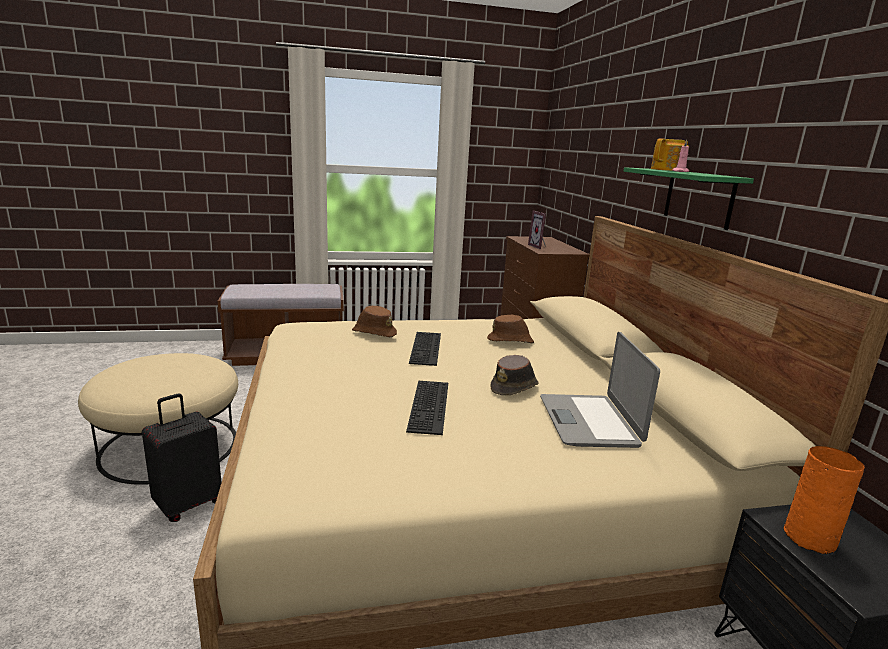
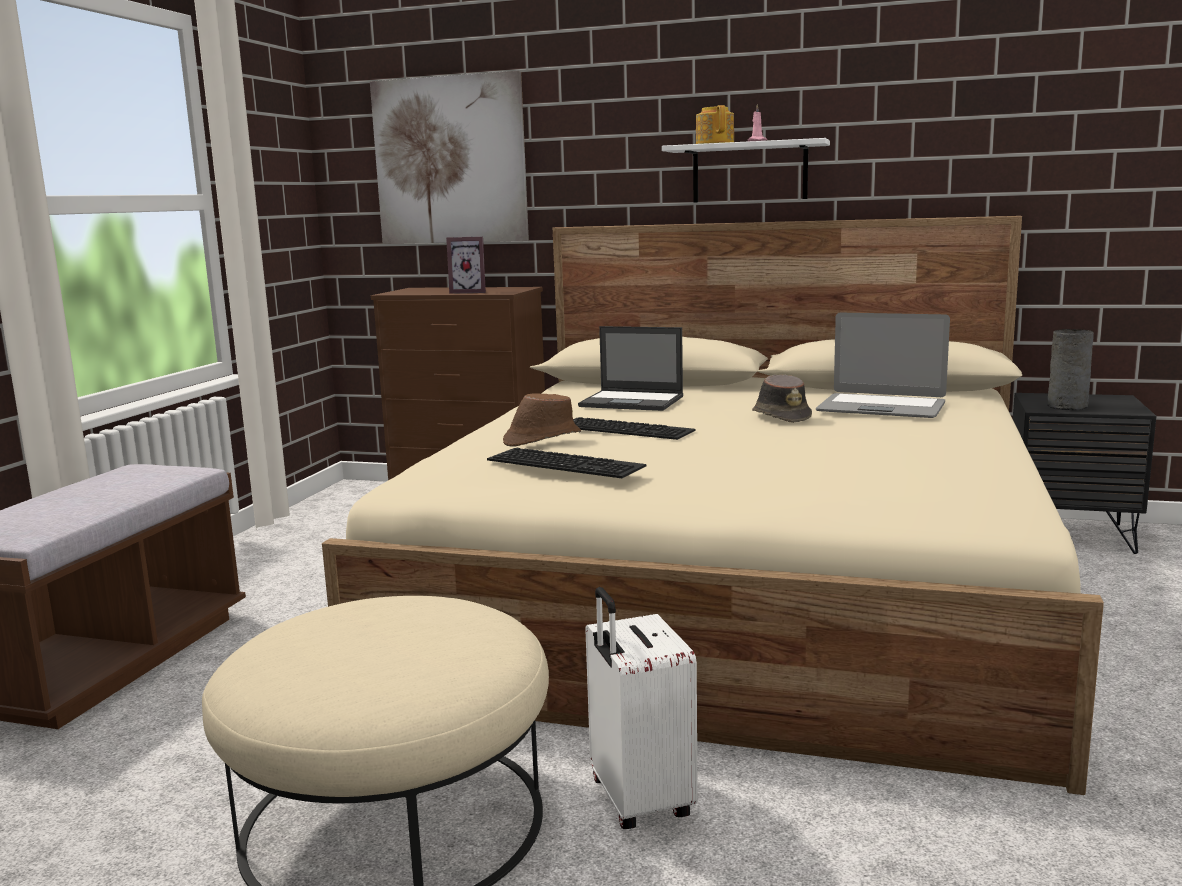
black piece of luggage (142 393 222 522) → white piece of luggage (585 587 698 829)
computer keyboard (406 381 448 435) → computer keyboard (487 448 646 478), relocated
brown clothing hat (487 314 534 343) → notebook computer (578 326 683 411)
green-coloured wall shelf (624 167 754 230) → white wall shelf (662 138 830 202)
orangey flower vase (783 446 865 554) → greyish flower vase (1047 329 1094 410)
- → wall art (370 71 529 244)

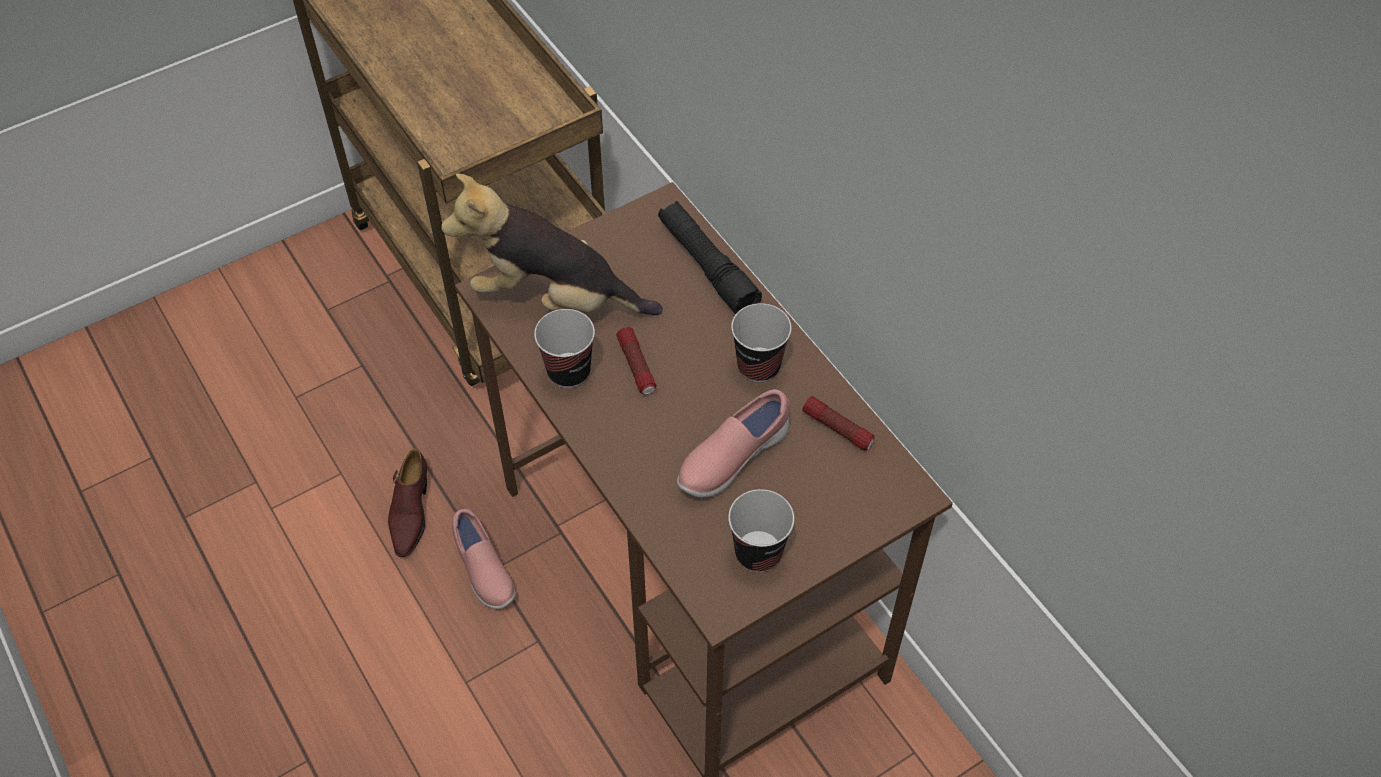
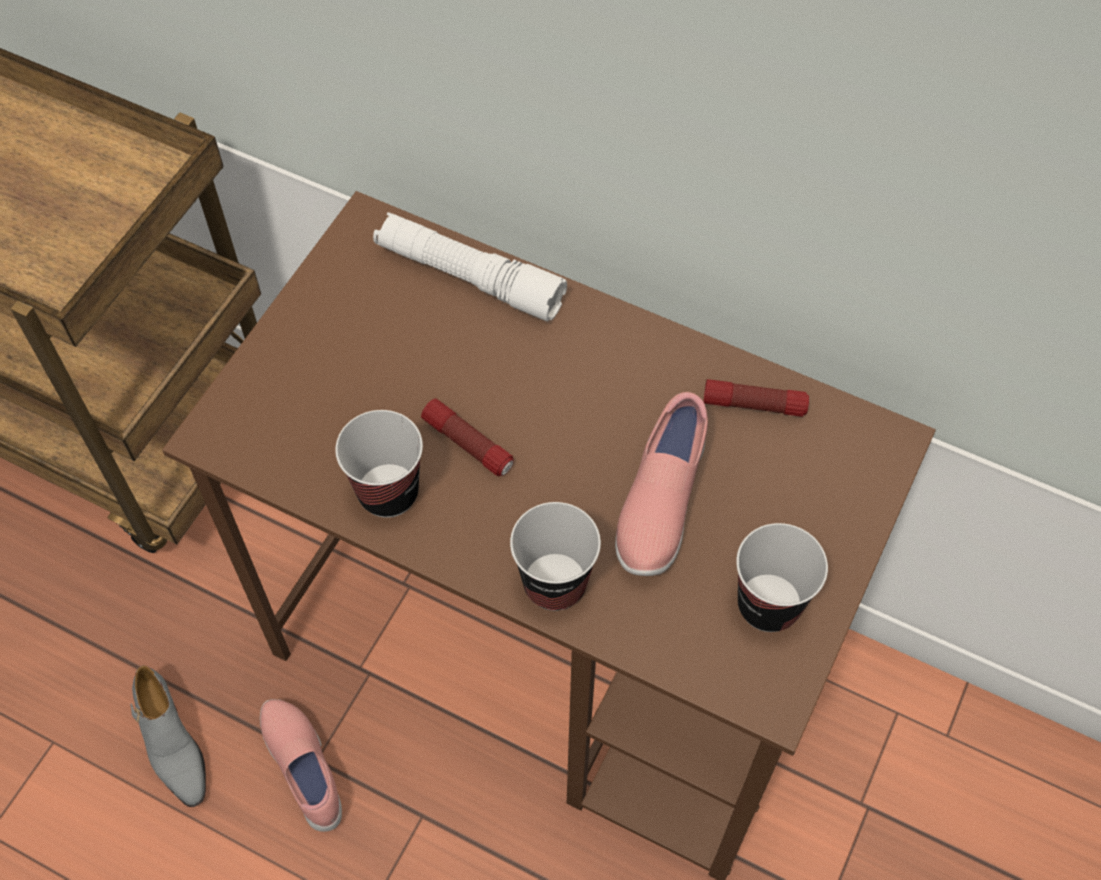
brown item of footwear (388 449 427 557) → greyish item of footwear (130 665 206 807)
plush toy (441 173 663 315) → -
pink item of footwear (452 509 516 609) → pink item of footwear (260 699 342 832), 150 degrees counterclockwise
black flashlight (658 201 762 314) → white flashlight (373 212 567 321)
small cup (731 303 792 382) → small cup (510 502 601 611), relocated

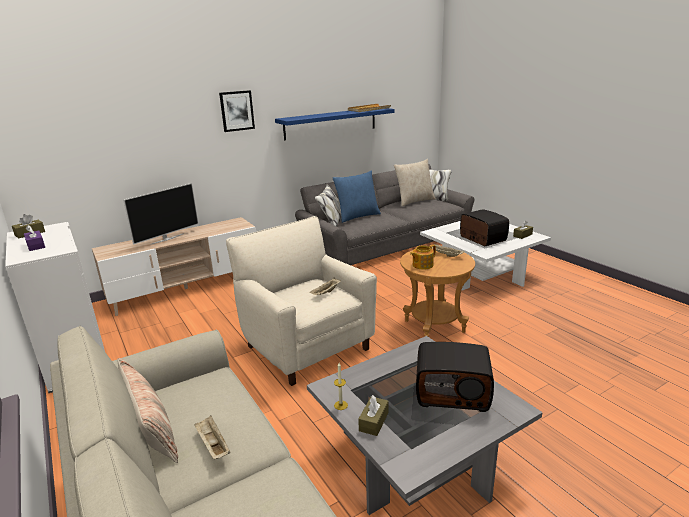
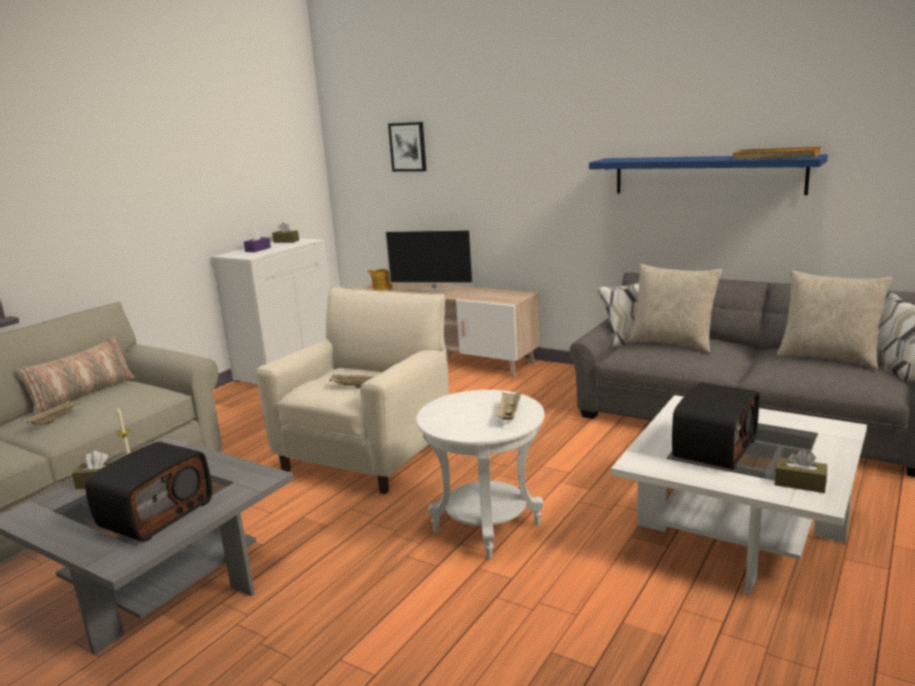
wall art (219 90 255 132) → wall art (388 122 426 172), relocated
blue-coloured throw pillow (333 170 381 223) → beige throw pillow (628 264 722 353)
brown side table (400 250 475 336) → white side table (416 390 545 559)
pot for tea (410 244 436 270) → pot for tea (367 269 393 290), relocated
radio set (416 342 494 412) → radio set (85 442 212 542), 135 degrees counterclockwise

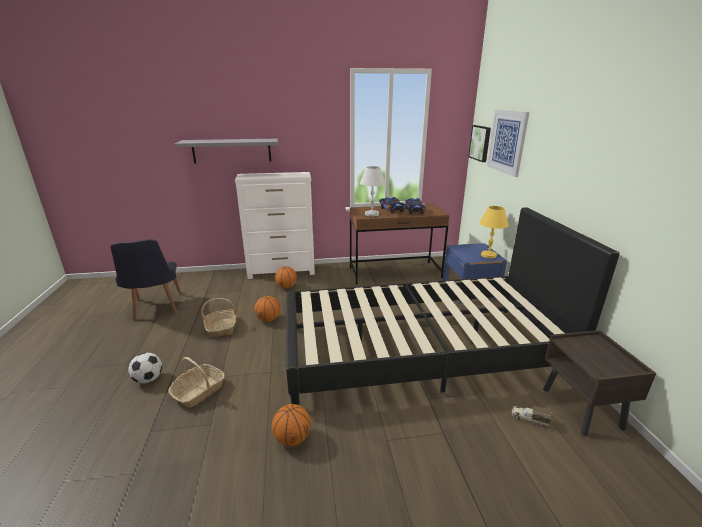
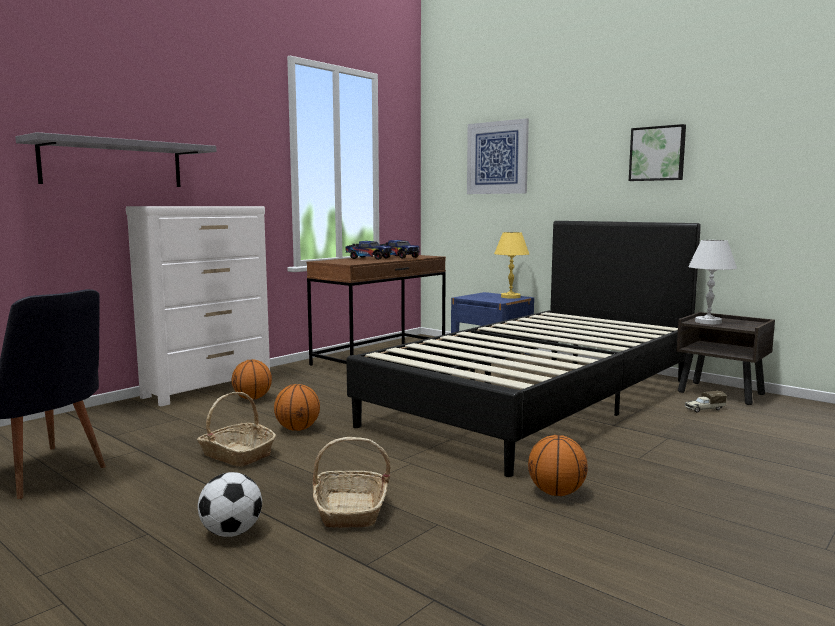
white table lamp (360 166 386 217) → white table lamp (688 240 737 324), relocated
wall art (468 125 491 162) → wall art (629 124 686 181), relocated

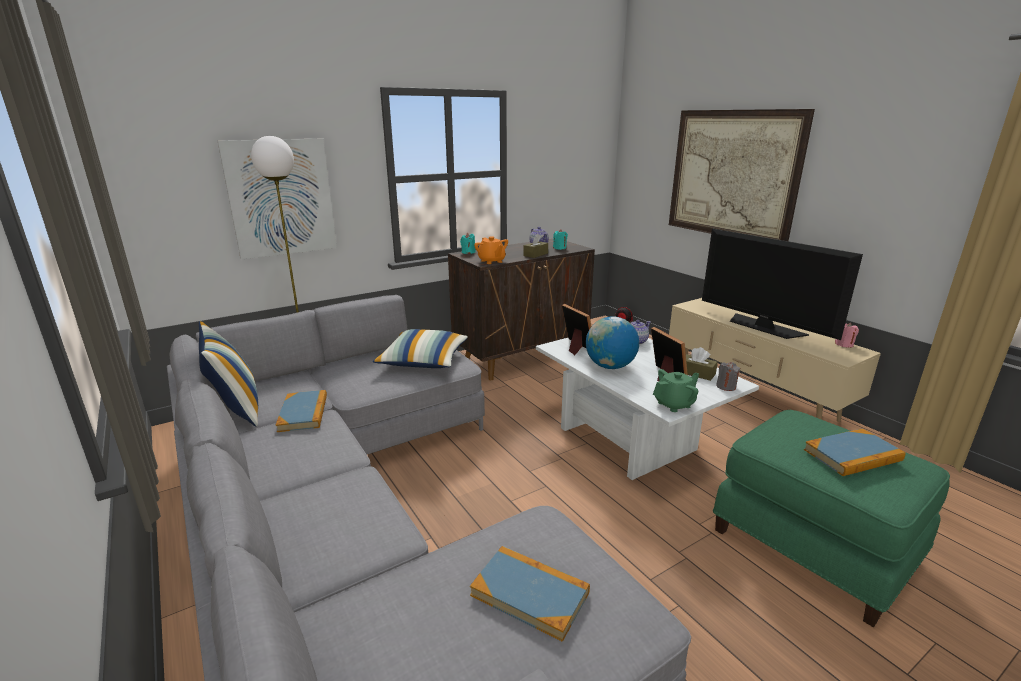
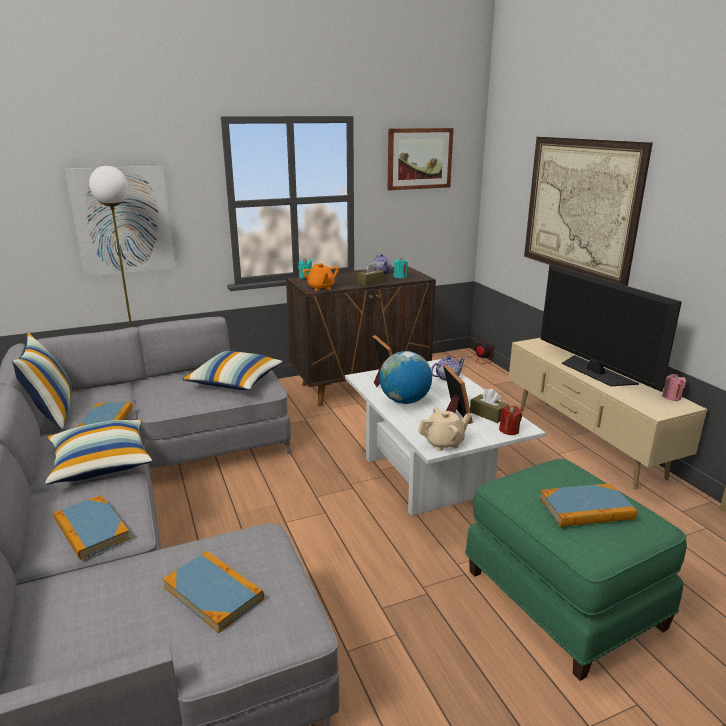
green-coloured pot for tea (653 369 699 412) → beige pot for tea (418 407 471 451)
greyish wax candle (716 362 740 391) → reddish wax candle (499 405 522 435)
- → throw pillow (45 419 152 484)
- → volume (54 495 130 560)
- → wall art (387 128 454 190)

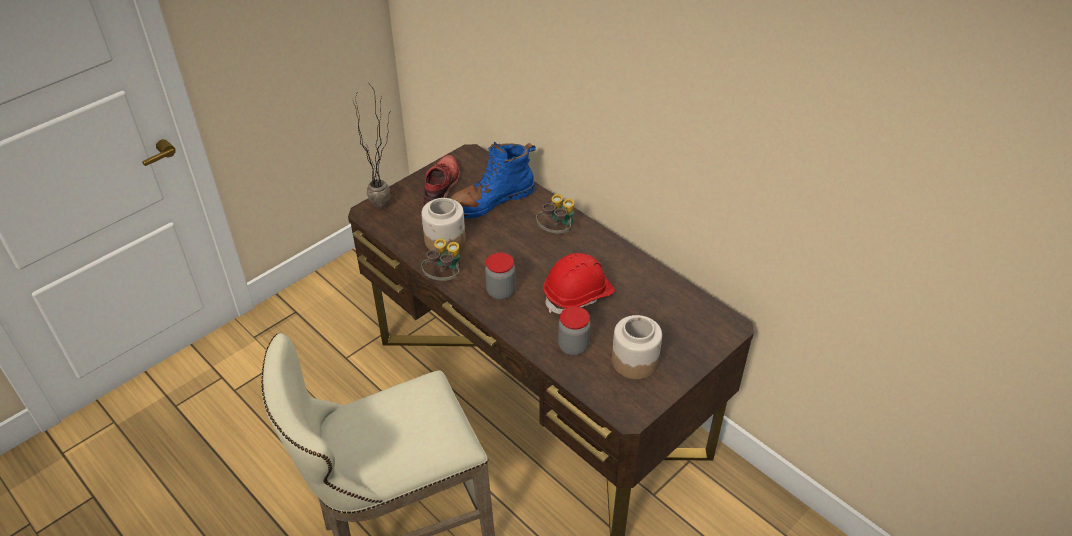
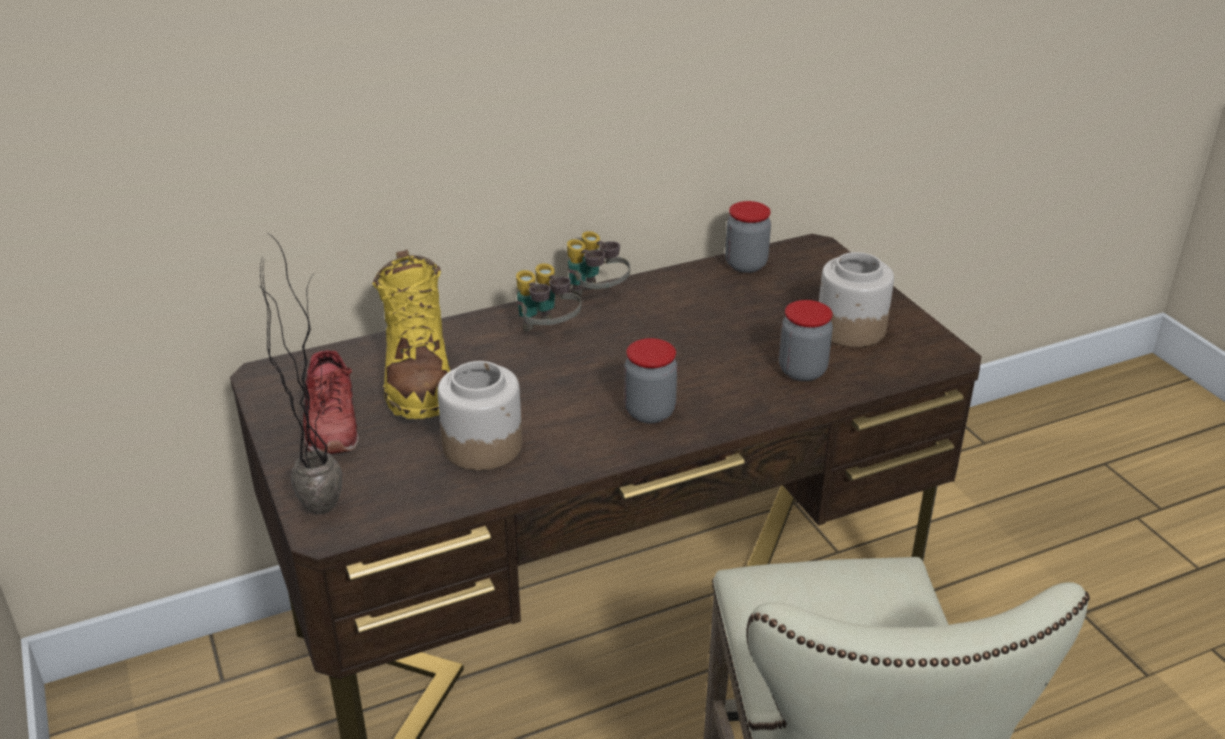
binoculars (421 238 460 281) → binoculars (567 231 630 297), relocated
reddish item of footwear (423 155 460 205) → reddish item of footwear (303 350 359 454), 135 degrees counterclockwise
blue-coloured high-top boot (450 142 536 219) → yellow-coloured high-top boot (372 249 450 419)
reddish safety helmet (543 253 615 314) → -
- → jar (725 201 771 273)

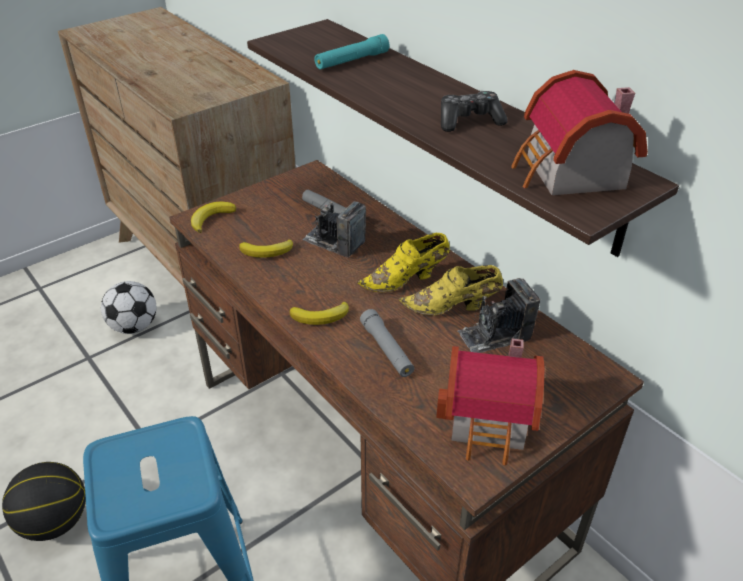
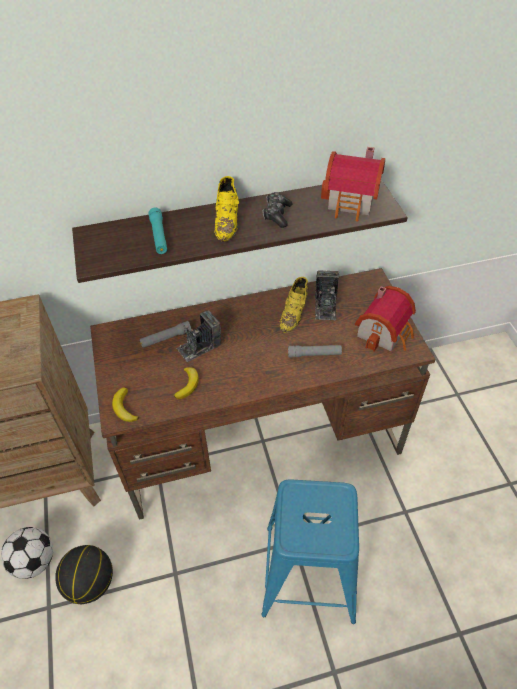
ball for basketball (2 462 86 541) → ball for basketball (55 545 113 604), relocated
whole banana (290 301 349 325) → -
yellow-coloured item of footwear (357 233 450 292) → yellow-coloured item of footwear (214 176 239 242), relocated

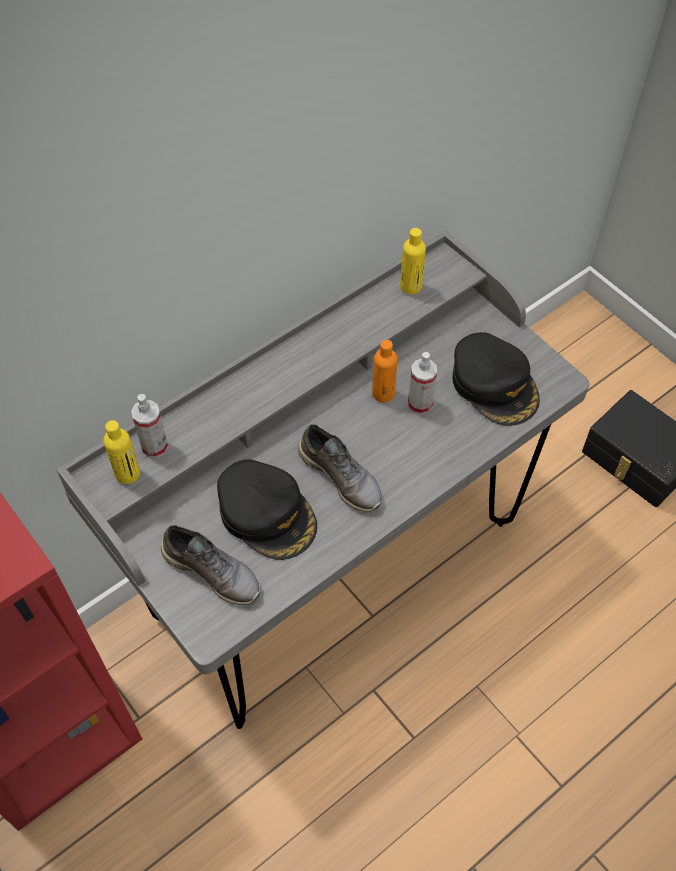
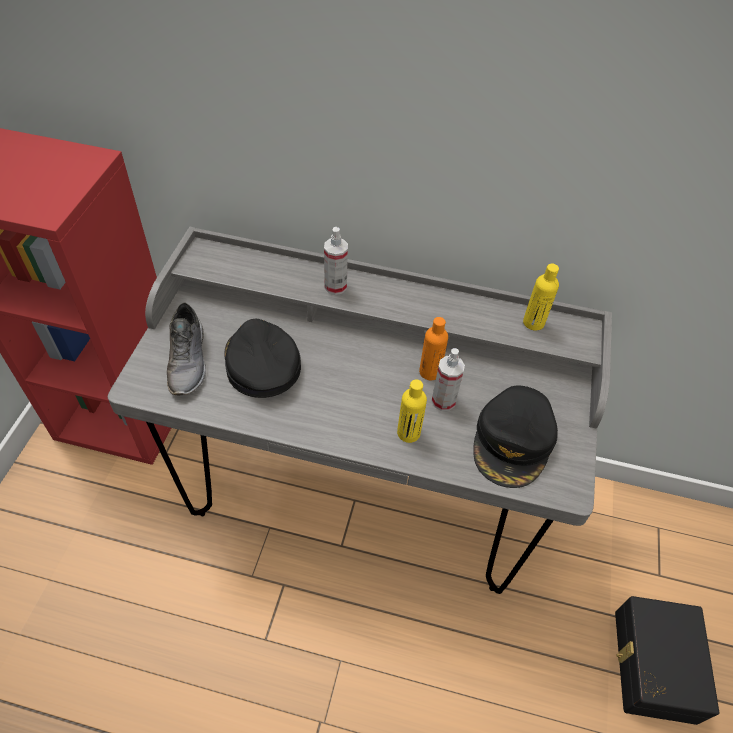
yellow-coloured beverage bottle (103 420 140 484) → yellow-coloured beverage bottle (397 379 427 443), relocated
sprayer (131 394 168 458) → sprayer (324 227 348 295), relocated
black peaked cap (217 459 317 560) → black peaked cap (225 319 301 398), 150 degrees clockwise
greyish item of footwear (298 424 383 512) → -

